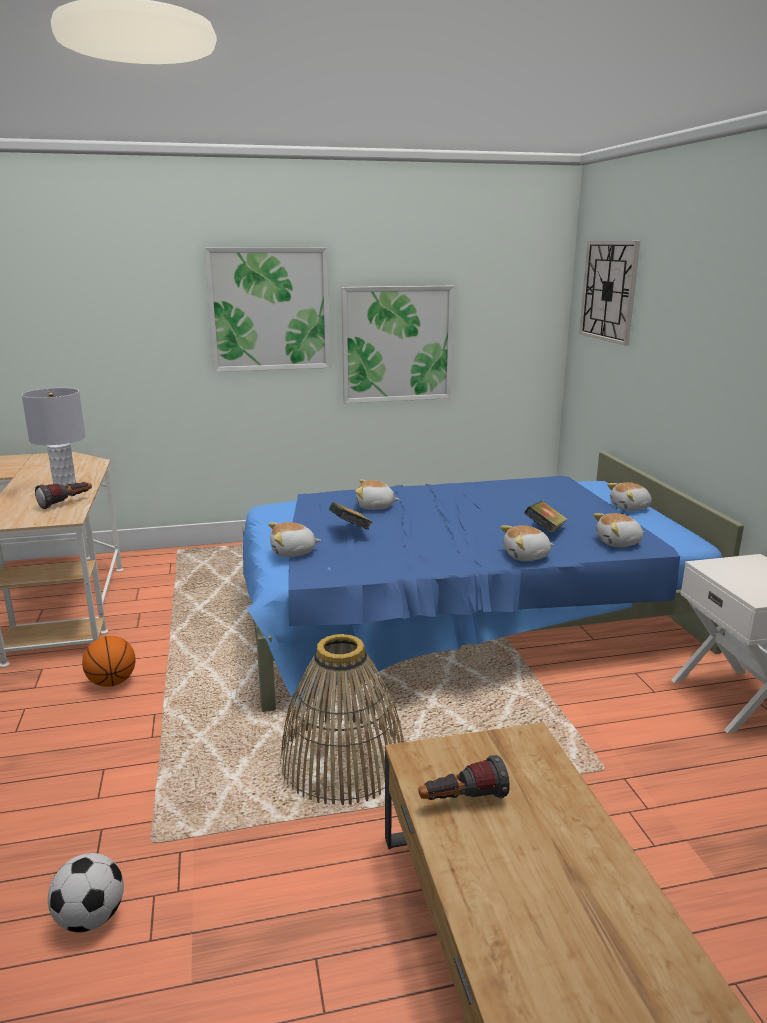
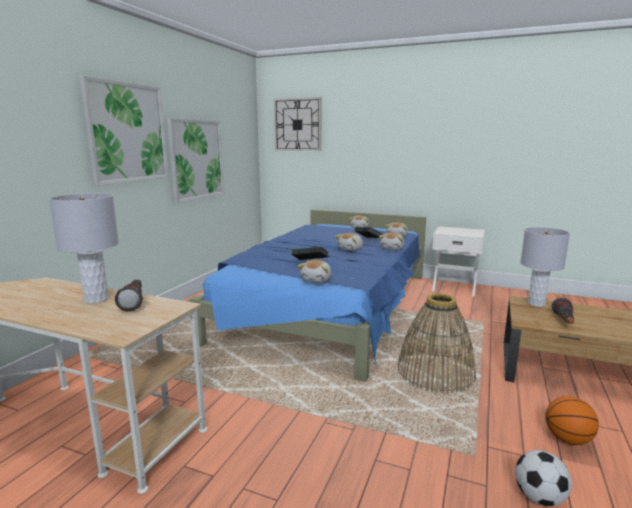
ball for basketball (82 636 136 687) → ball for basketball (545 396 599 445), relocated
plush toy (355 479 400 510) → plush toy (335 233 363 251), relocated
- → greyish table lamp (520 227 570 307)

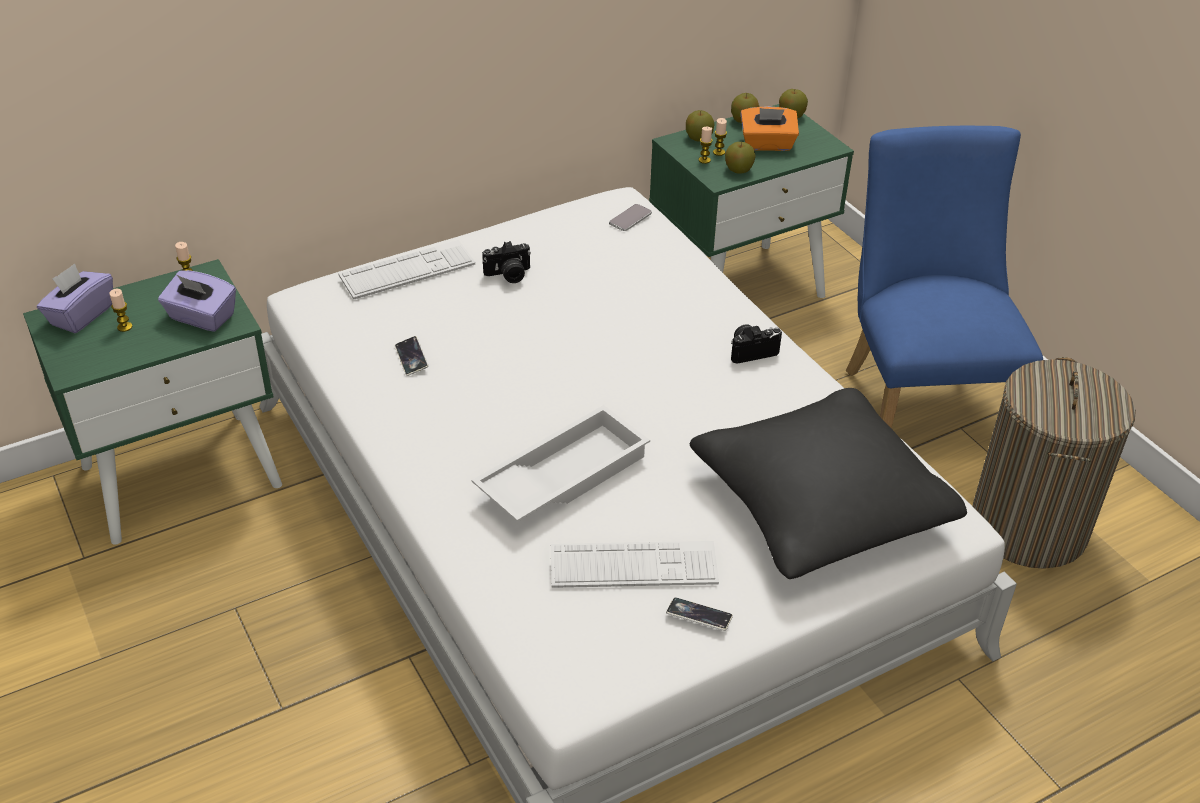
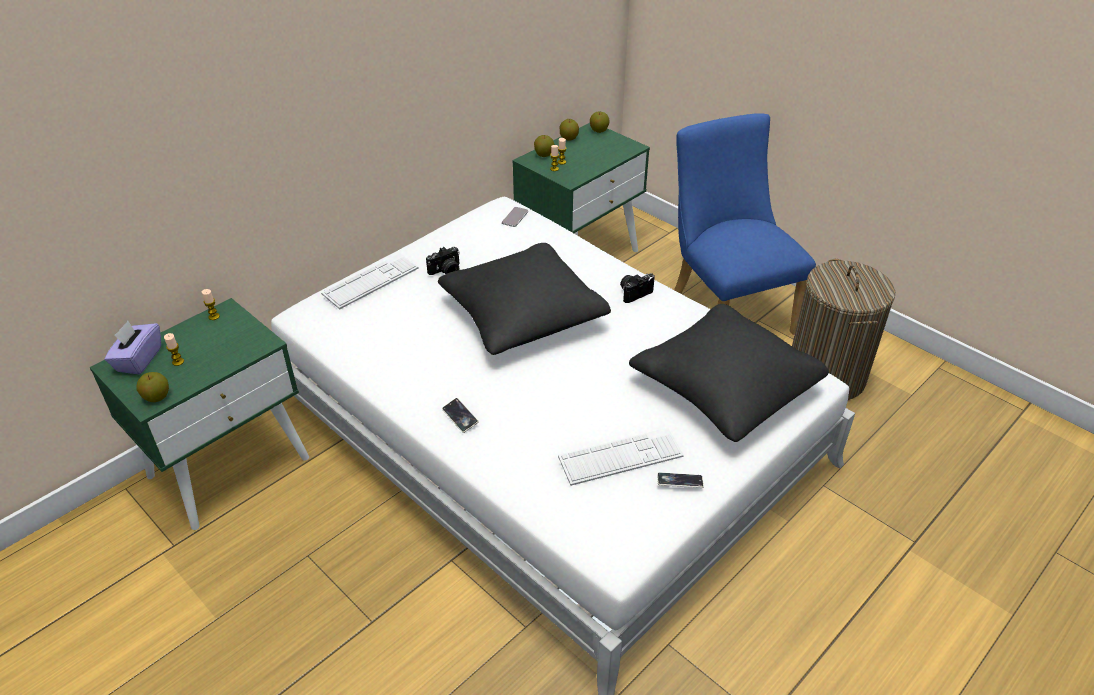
purplish box of tissues (158 270 236 332) → -
handset (395 336 428 376) → handset (442 398 479 433), relocated
white serving tray (472 405 650 522) → -
apple (725 142 756 174) → apple (136 372 169 402), relocated
orangey box of tissues (740 106 799 151) → -
- → black throw pillow (438 243 611 355)

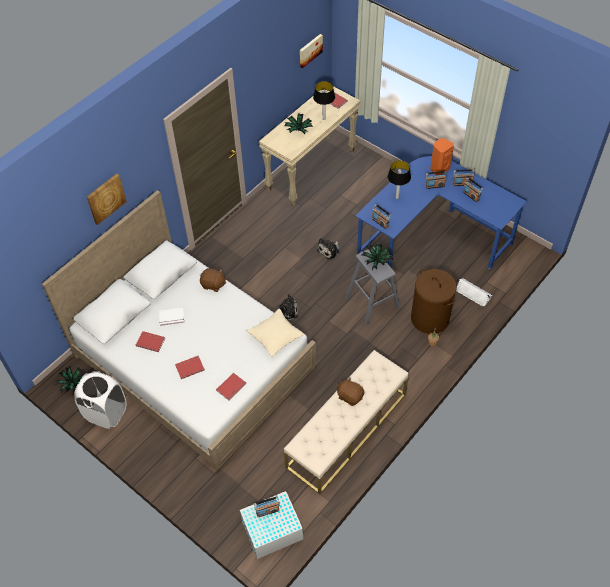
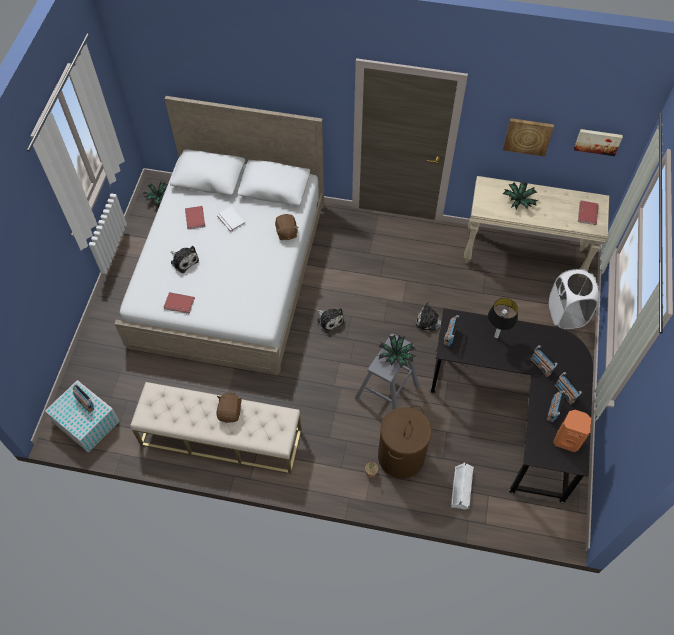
white hamper (74 371 126 429) → white hamper (549 269 599 329), relocated
wall art (87 174 127 225) → wall art (503 118 554 157), relocated
reddish volume (175 356 205 379) → plush toy (170 246 199 273)
beige throw pillow (247 309 304 357) → -
table lamp (313 81 335 120) → -
blue-coloured desk (355 156 527 269) → black desk (430 308 593 503)
orangey audio speaker (430 138 454 176) → orangey audio speaker (553 410 591 452), relocated

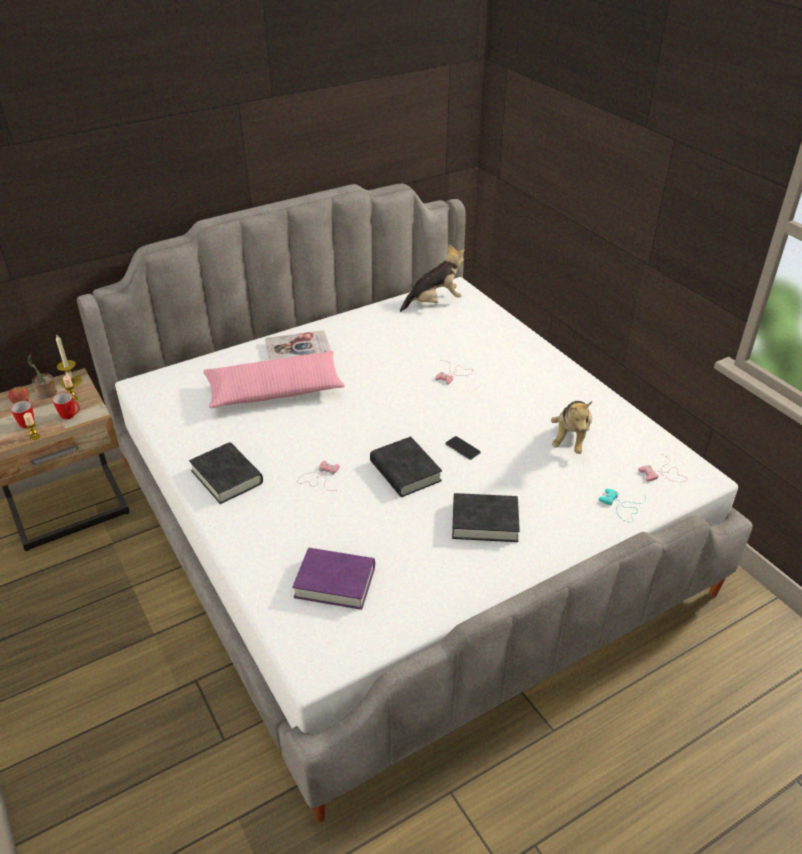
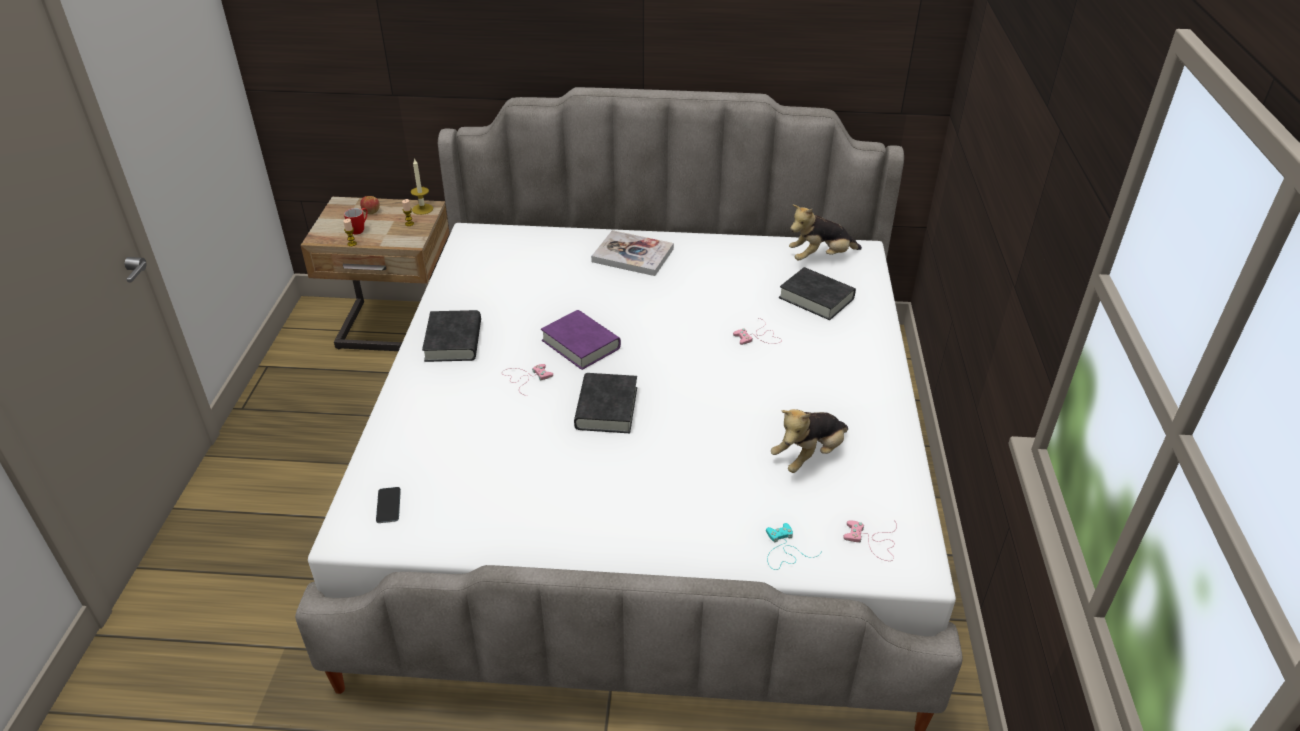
plant in a pot (28 354 57 399) → -
coffee mug (53 393 80 420) → -
pink throw pillow (204 351 345 408) → -
purplish volume (292 548 375 610) → purplish volume (541 310 621 370), relocated
plush toy (400 244 465 312) → plush toy (789 205 862 261), 150 degrees clockwise
handset (446 436 481 460) → handset (376 487 401 523), relocated
black volume (452 493 520 542) → black volume (779 267 856 320), relocated

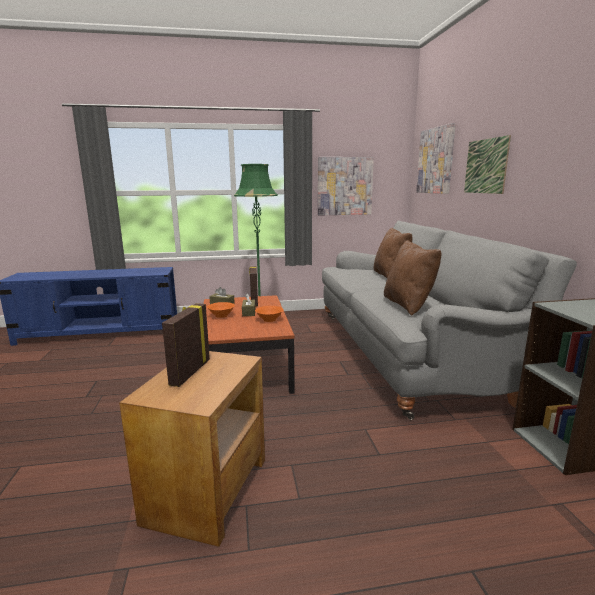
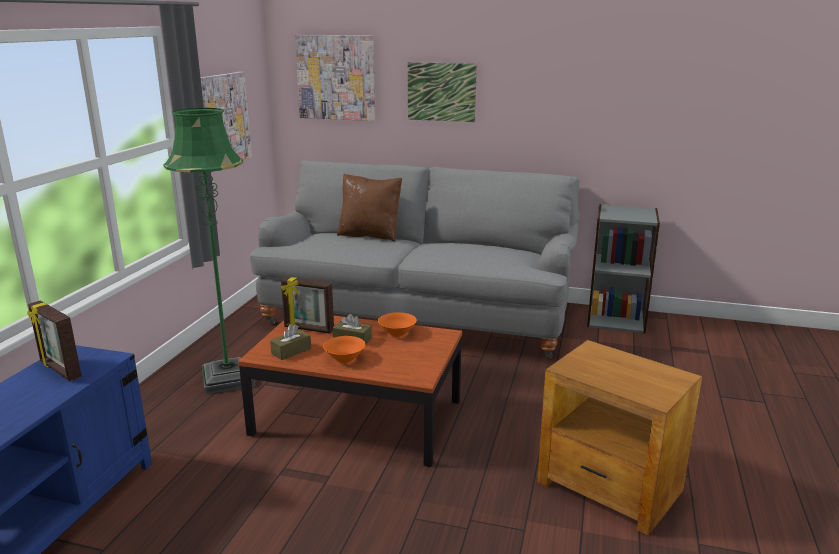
picture frame (162 303 210 387) → picture frame (27 301 82 381), relocated
brown throw pillow (384 240 441 316) → -

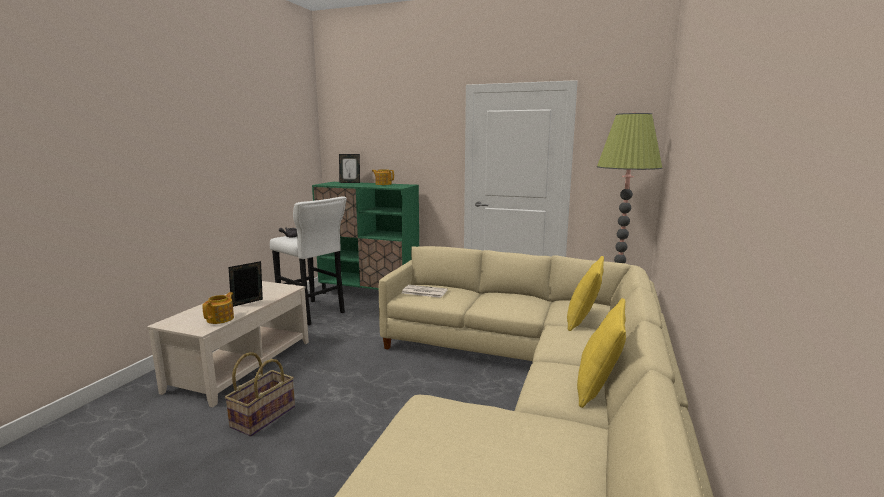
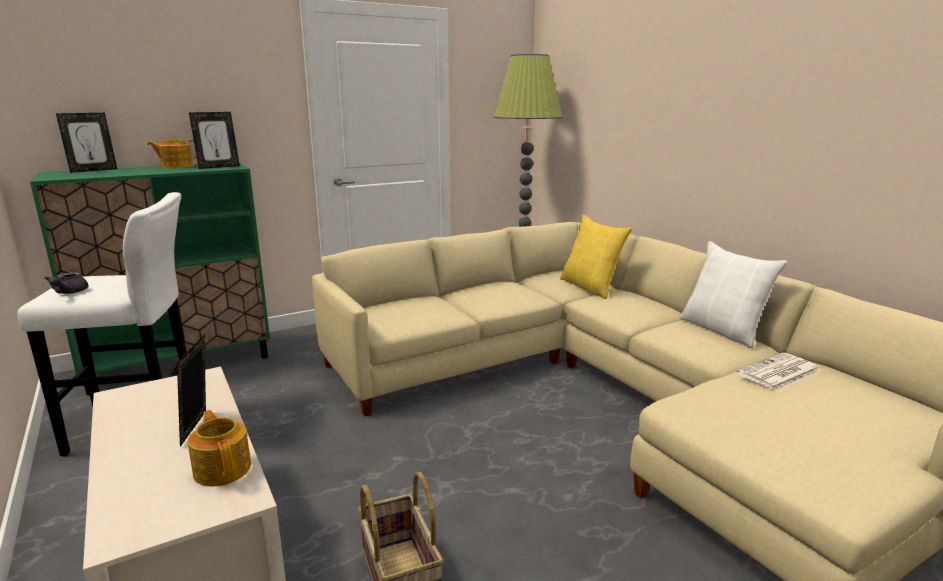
newspaper (402 285 448 298) → newspaper (737 353 820 391), relocated
yellow-coloured throw pillow (577 298 626 408) → white throw pillow (679 241 788 348)
- → picture frame (189 112 240 169)

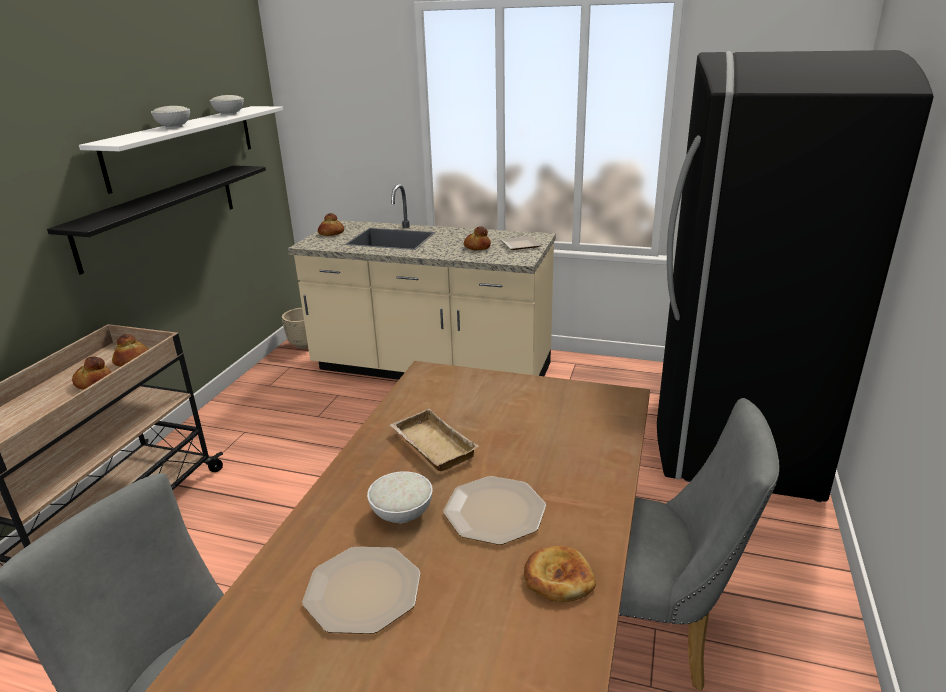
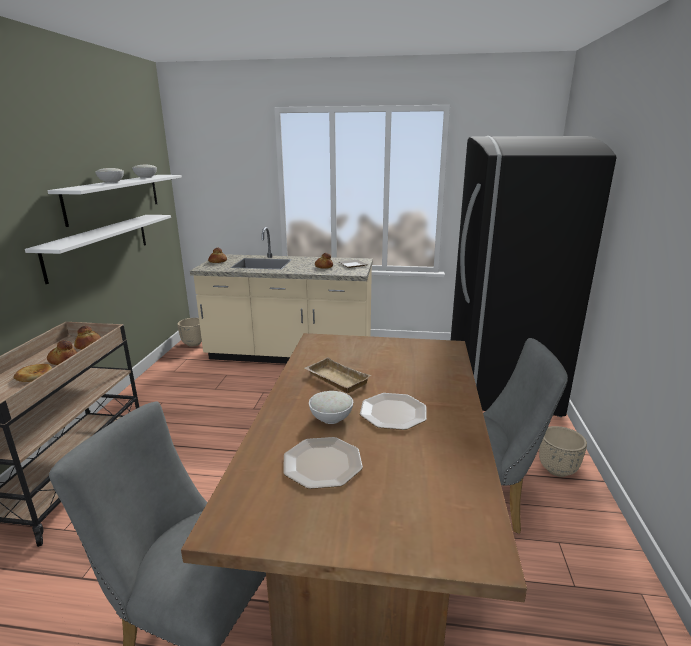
black wall shelf (47 165 266 275) → white wall shelf (25 215 171 284)
bread (524 546 596 602) → bread (13 364 52 382), relocated
- → beige plant pot (539 426 587 477)

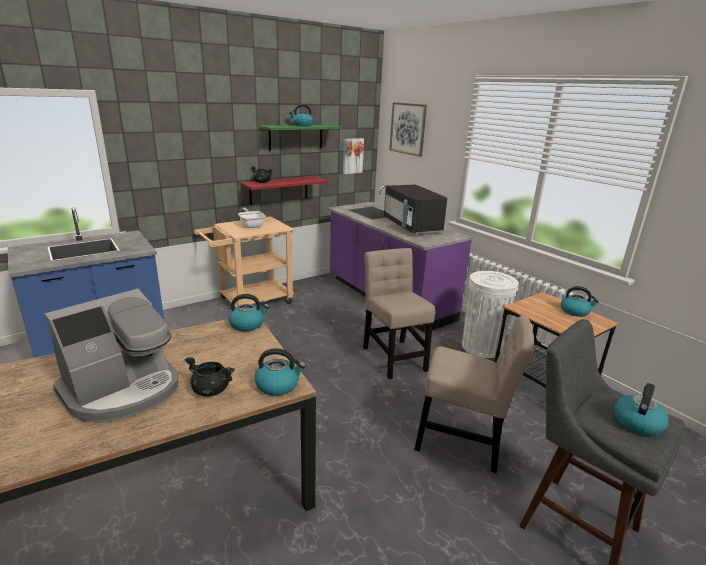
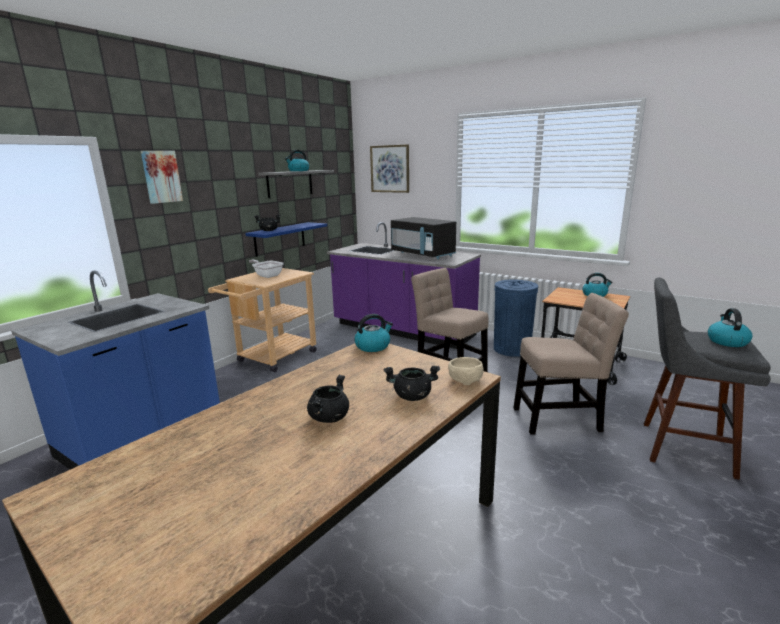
coffee machine (44 289 178 423) → black stockpot (307 375 349 423)
reddish wall shelf (240 176 327 205) → blue-coloured wall shelf (245 222 327 257)
water kettle (255 348 306 396) → beige serving bowl (448 357 484 385)
green-coloured wall shelf (260 125 342 151) → greyish wall shelf (258 170 334 198)
wall art (343 138 364 174) → wall art (141 151 183 204), relocated
white rubbish bin (462 271 519 358) → blue-coloured rubbish bin (494 280 538 357)

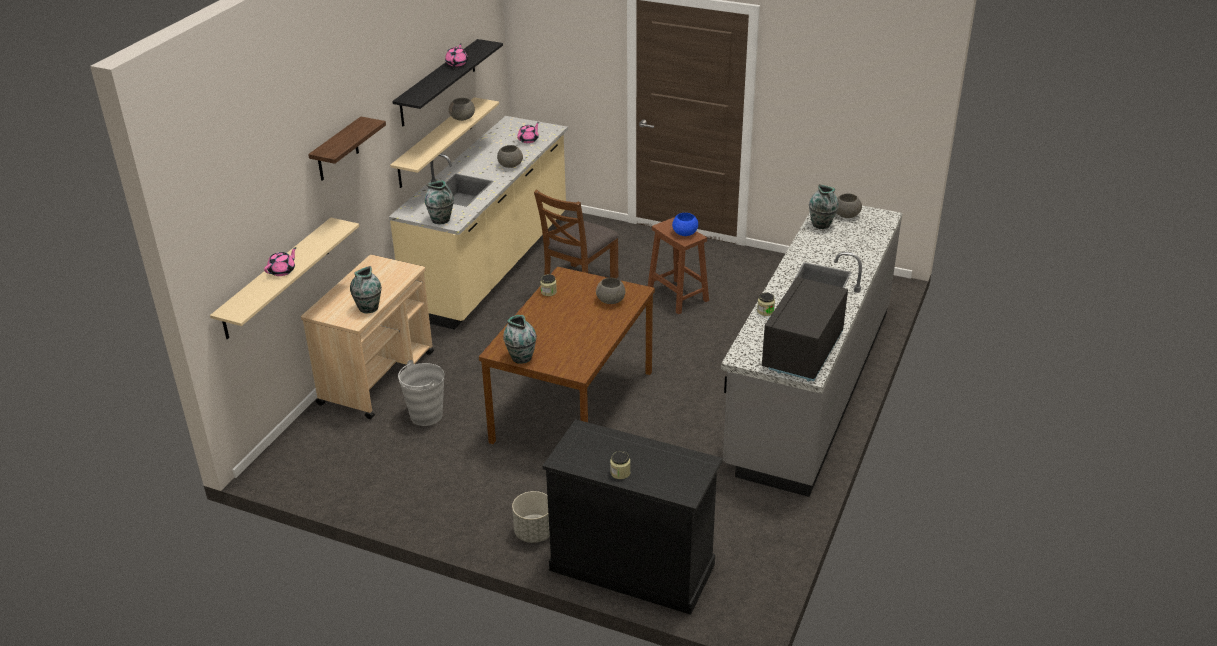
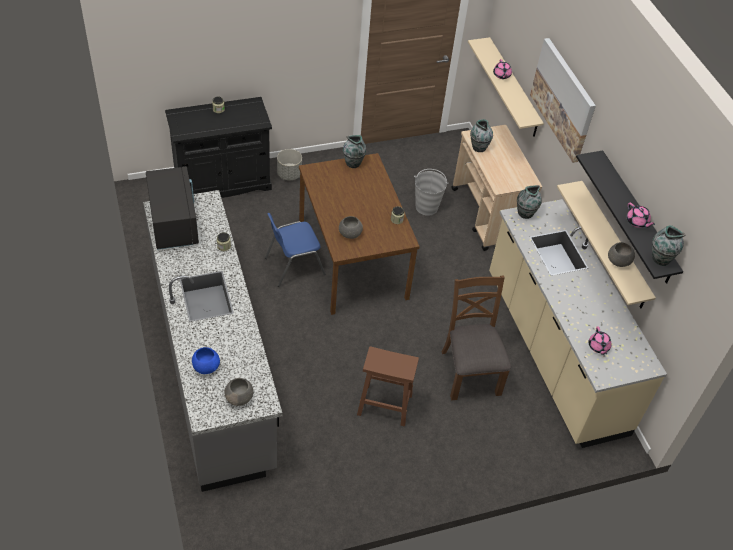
wall shelf (308 117 386 181) → wall art (530 38 596 163)
greyish serving bowl (497 145 523 168) → -
blue-coloured serving bowl (672 213 698 236) → blue-coloured serving bowl (192 347 220 374), relocated
flower vase (809 184 838 229) → flower vase (652 225 685 266), relocated
- → blue-coloured upright chair (265 213 326 287)

